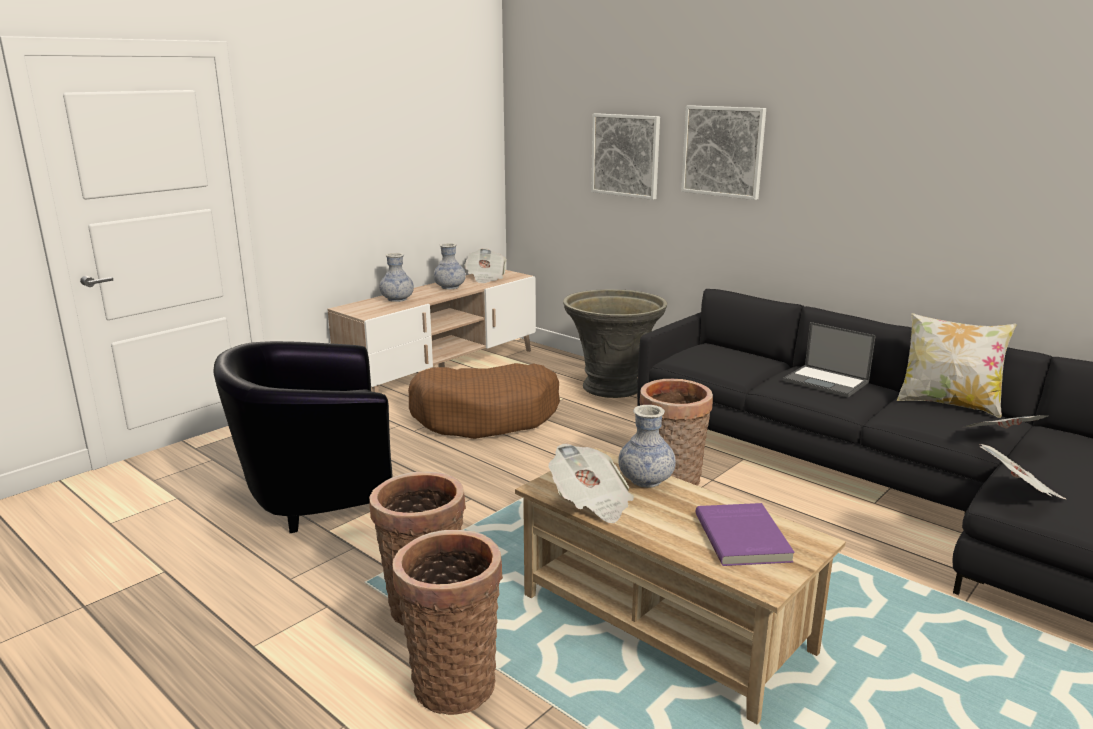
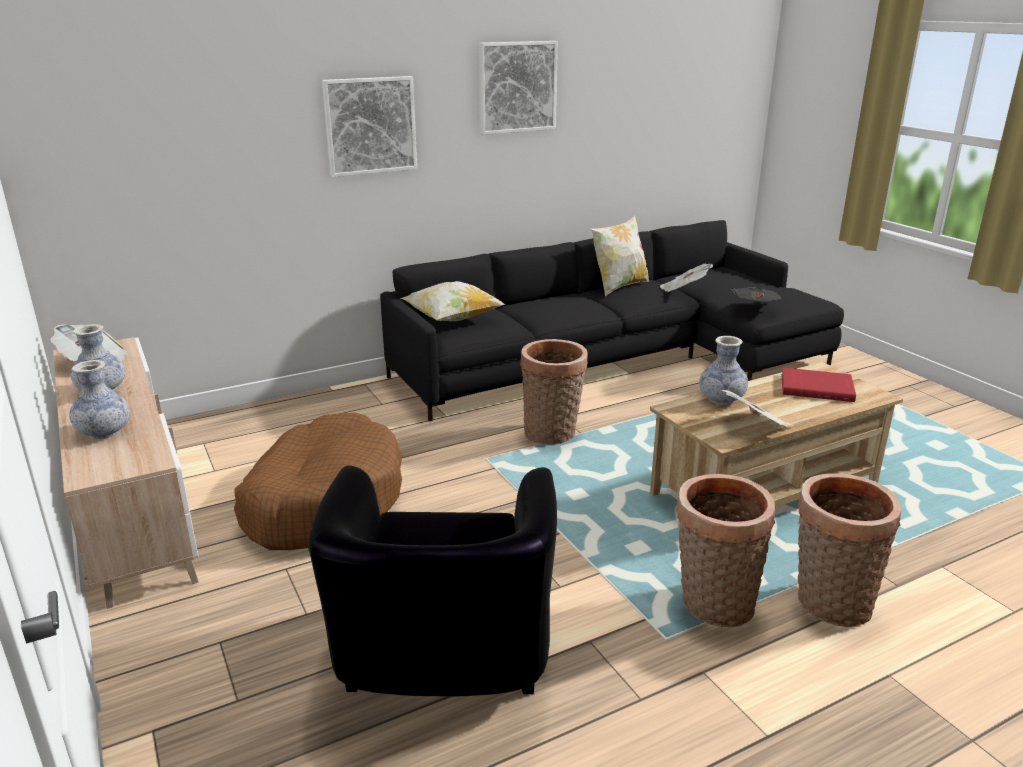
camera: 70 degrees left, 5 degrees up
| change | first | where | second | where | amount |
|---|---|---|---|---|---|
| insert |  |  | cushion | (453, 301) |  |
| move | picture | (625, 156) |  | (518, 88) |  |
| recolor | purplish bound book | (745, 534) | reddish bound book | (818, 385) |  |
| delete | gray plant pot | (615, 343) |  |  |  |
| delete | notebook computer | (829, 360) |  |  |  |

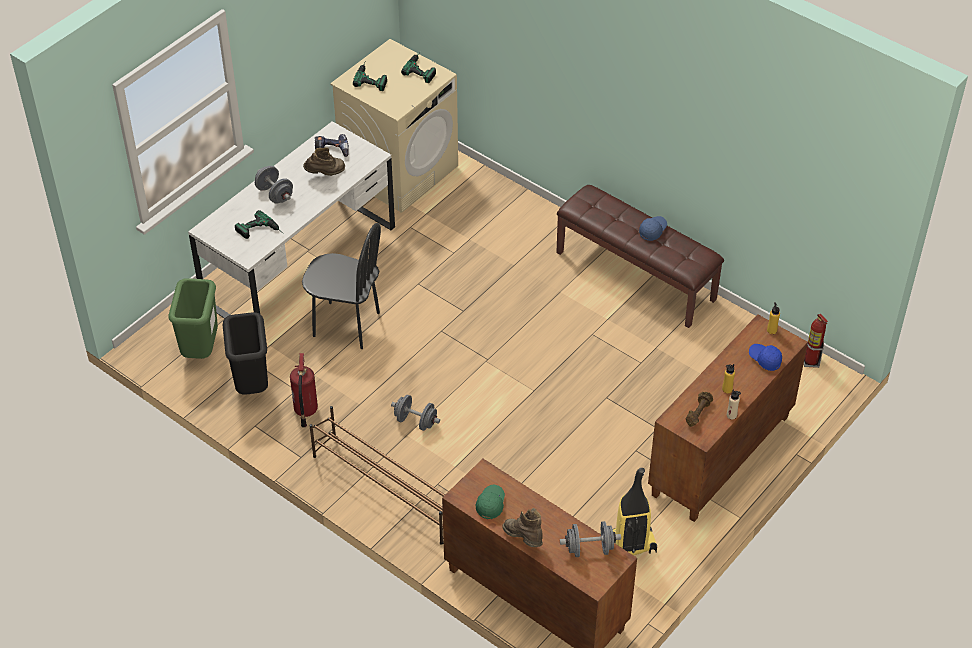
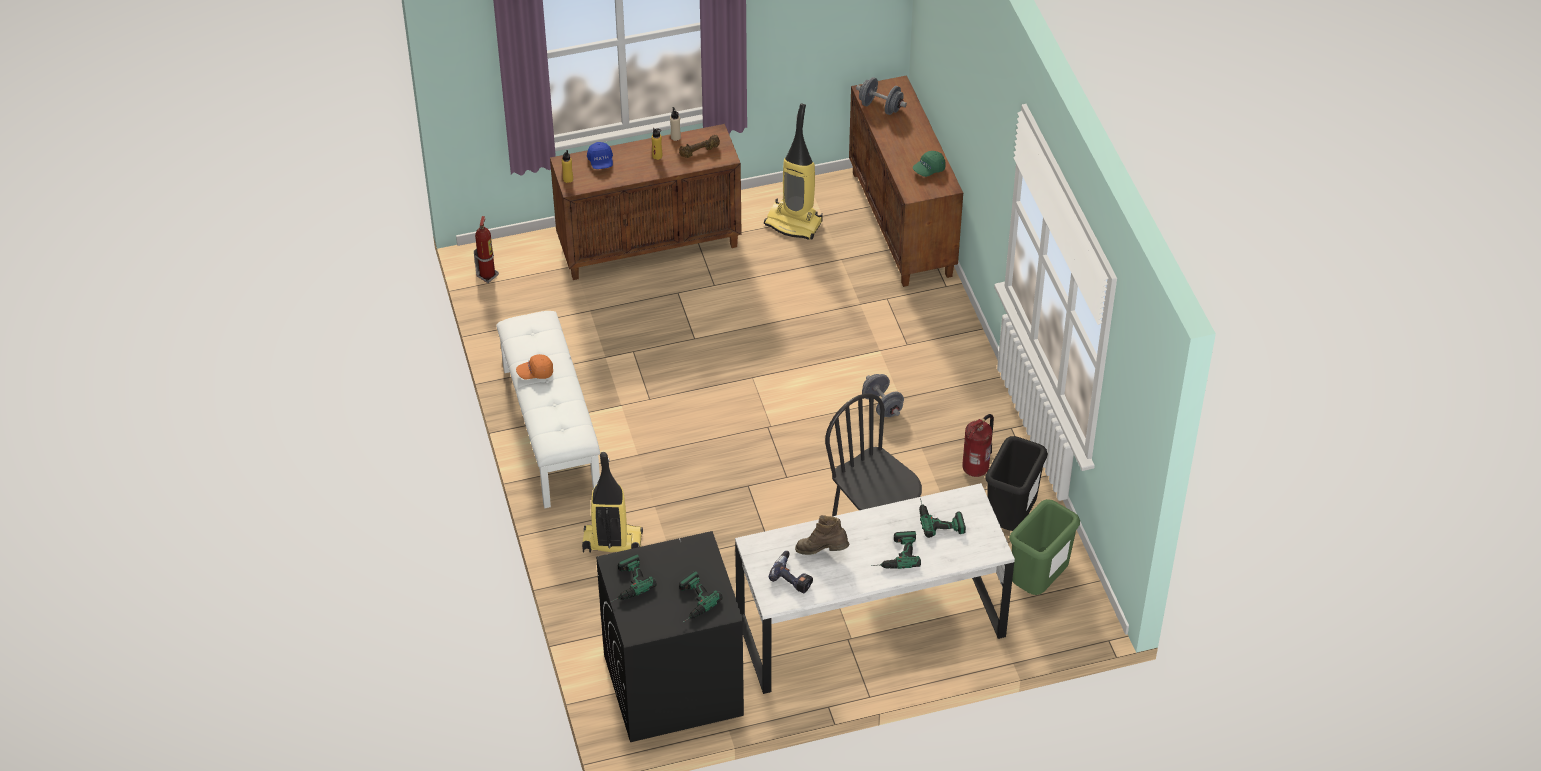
camera: 145 degrees left, 0 degrees up
| change | first | where | second | where | amount |
|---|---|---|---|---|---|
| recolor | brown-coloured long seat | (640, 256) | whitish long seat | (548, 409) |  |
| recolor | blue peaked cap | (653, 228) | orange peaked cap | (534, 366) |  |
| insert |  |  | vacuum cleaner | (612, 502) |  |
| recolor | beige laundry appliance | (394, 126) | black laundry appliance | (670, 636) |  |
| replace | gray dumbbell | (274, 184) | drill | (896, 550) |  |
| delete | brown-coloured shoe rack | (377, 475) |  |  |  |
| delete | brown-coloured tall boot | (522, 527) |  |  |  |

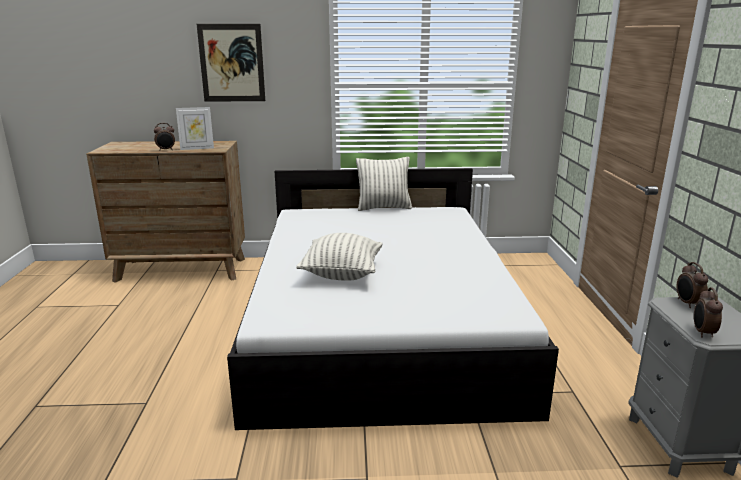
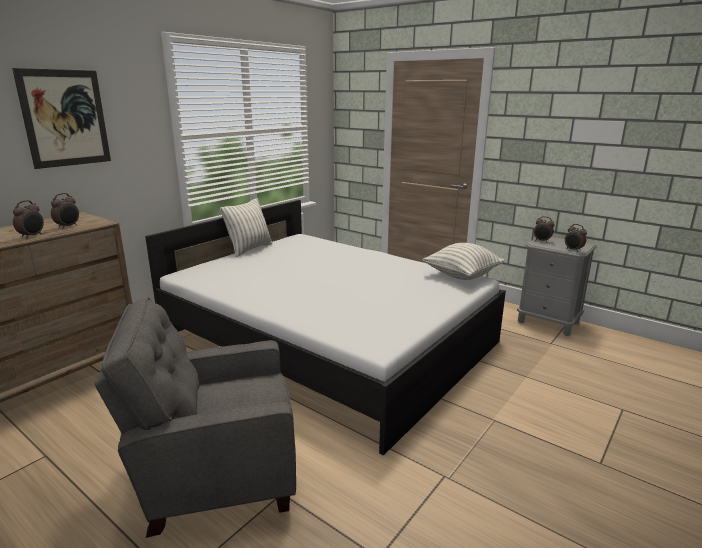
camera: 50 degrees left, 0 degrees up
| change | first | where | second | where | amount |
|---|---|---|---|---|---|
| replace | standing frame | (195, 128) | alarm clock | (65, 211) |  |
| insert |  |  | gray lounge chair | (195, 417) |  |
| move | cushion | (339, 257) |  | (463, 261) |  |

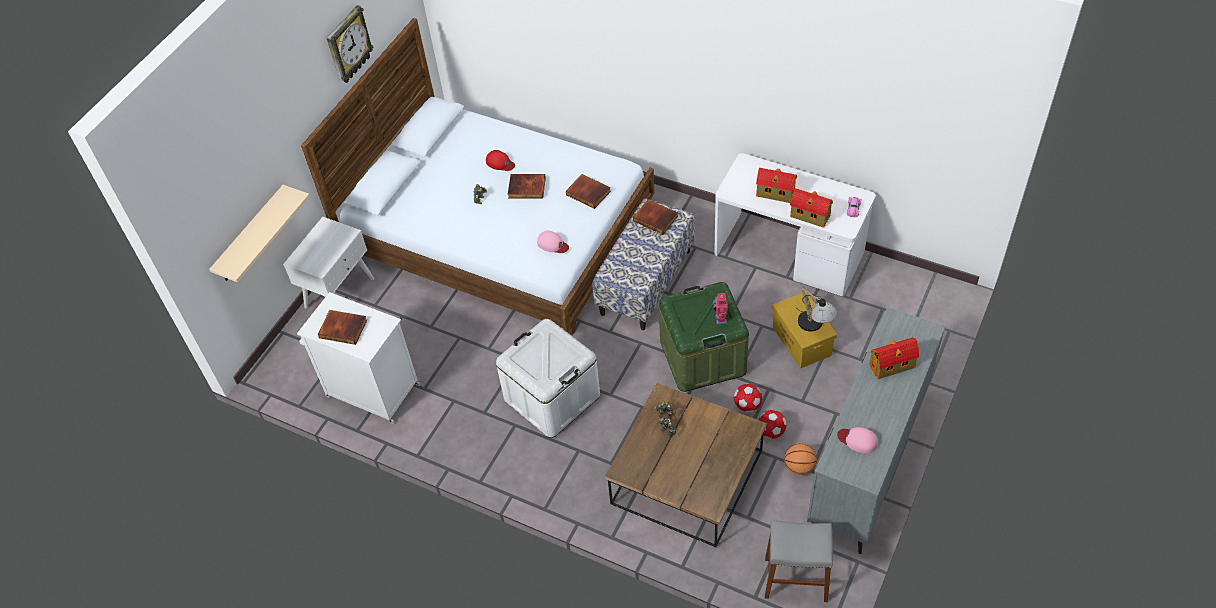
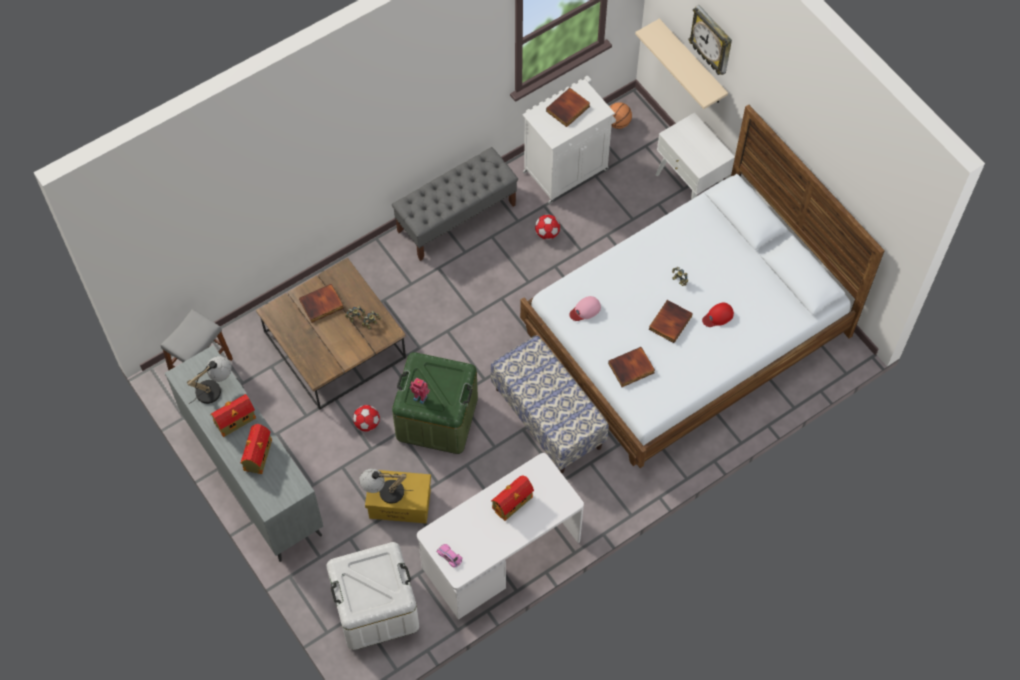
camera: 115 degrees right, 10 degrees up
| change | first | where | second | where | amount |
|---|---|---|---|---|---|
| replace | pink-coloured peaked cap | (857, 440) | table lamp | (209, 380) |  |
| move | toy house | (811, 208) |  | (233, 415) |  |
| move | bound book | (655, 217) |  | (321, 303) |  |
| move | whitish storage bin | (548, 378) |  | (372, 596) |  |
| insert |  |  | gray long seat | (455, 204) |  |
| move | football ball | (773, 424) |  | (547, 227) |  |
| move | basketball ball | (800, 459) |  | (621, 115) |  |
| move | hanging clock | (350, 44) |  | (710, 40) |  |

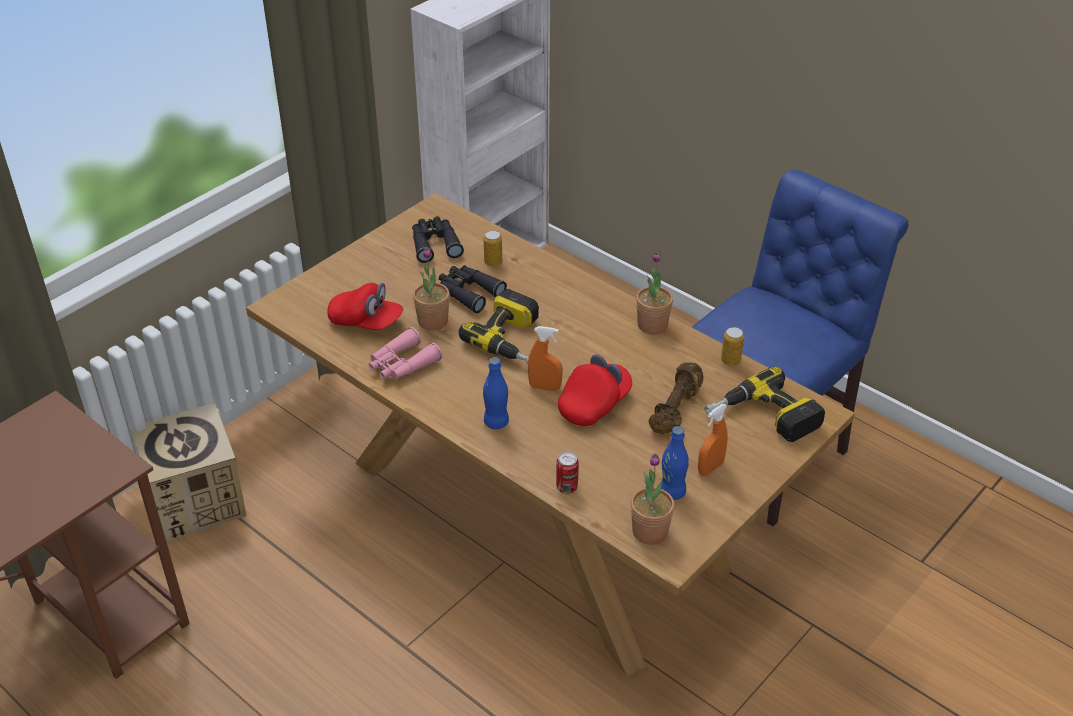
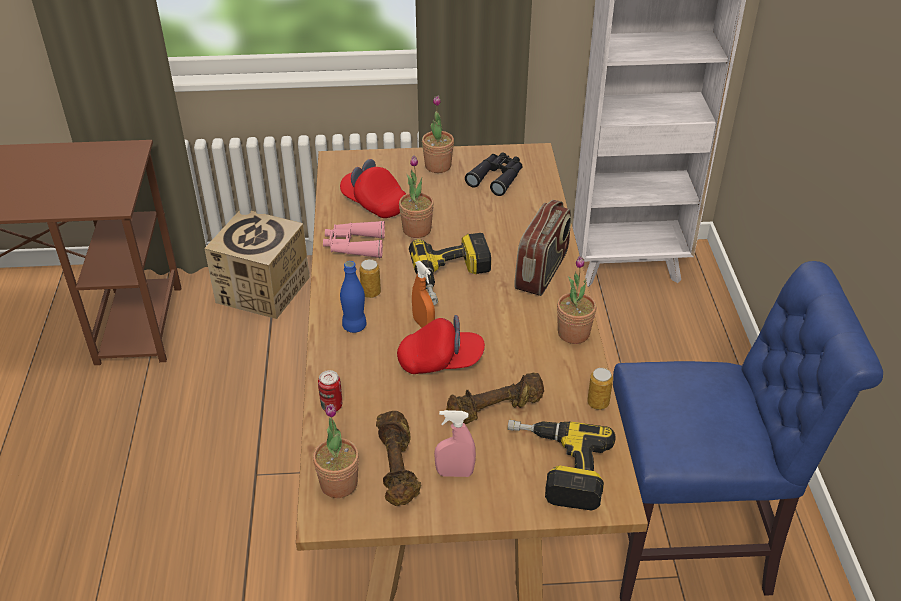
camera: 45 degrees right, 0 degrees up
| change | first | where | second | where | amount |
|---|---|---|---|---|---|
| rotate | reddish peaked cap | (365, 306) |  | (373, 188) | 150 degrees clockwise |
| move | metal can | (493, 248) |  | (370, 278) |  |
| replace | blue drink bottle | (675, 463) | brown-coloured dumbbell | (398, 458) |  |
| insert |  |  | potted plant | (438, 134) |  |
| recolor | orange sprayer | (713, 440) | pink-coloured sprayer | (455, 443) |  |
| insert |  |  | radio | (542, 248) |  |
| delete | black field glasses | (473, 289) |  |  |  |

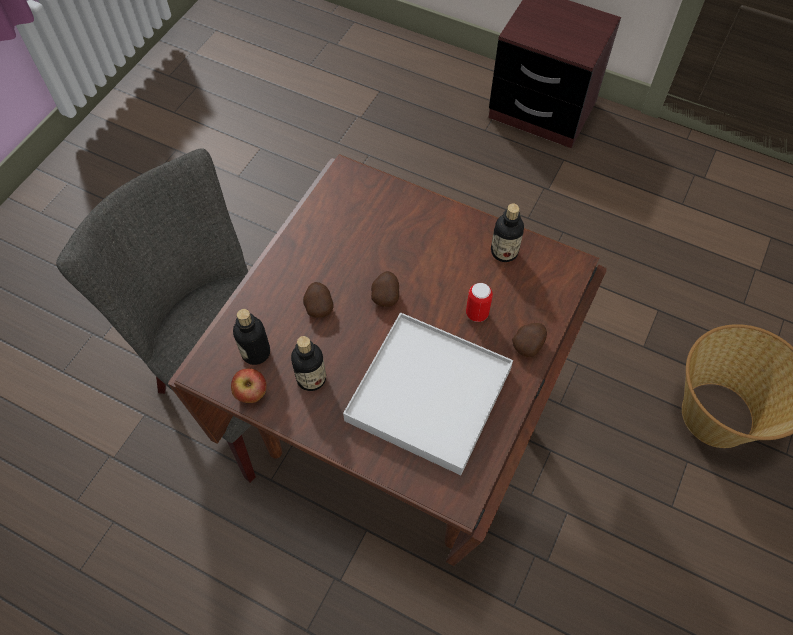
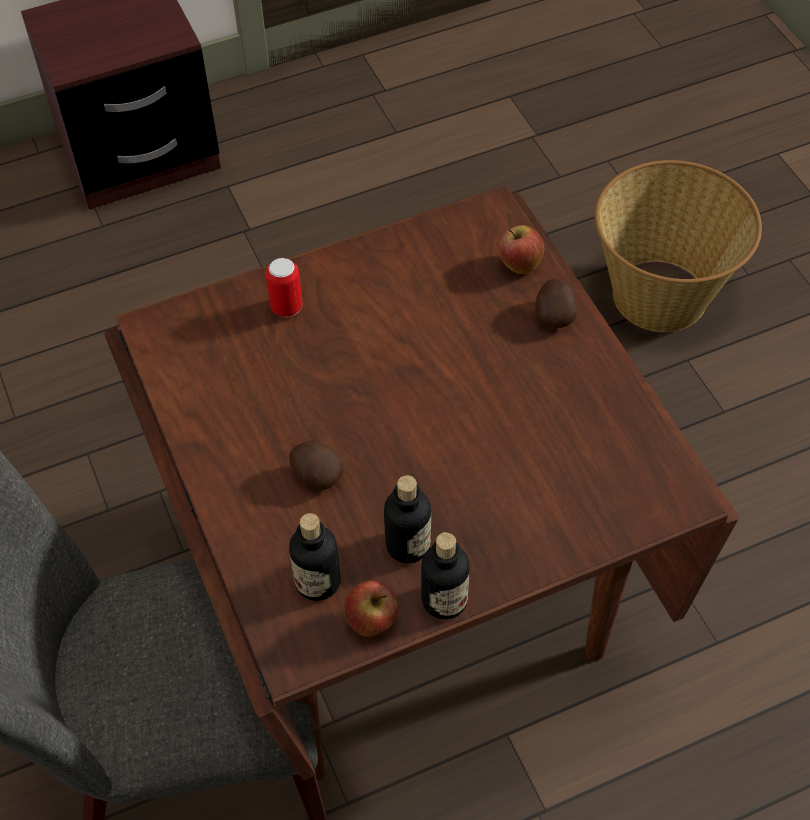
camera: 50 degrees left, 5 degrees down
| change | first | where | second | where | amount |
|---|---|---|---|---|---|
| move | metal can | (479, 302) |  | (284, 287) |  |
| move | drink bottle | (507, 232) |  | (445, 575) |  |
| insert |  |  | apple | (521, 249) |  |
| delete | whitish tray | (428, 393) |  |  |  |
| delete | spud | (385, 289) |  |  |  |

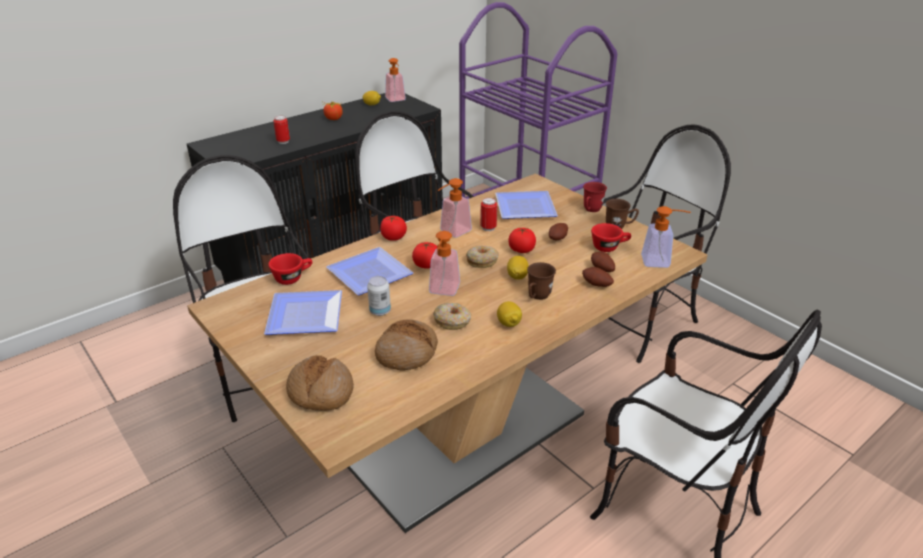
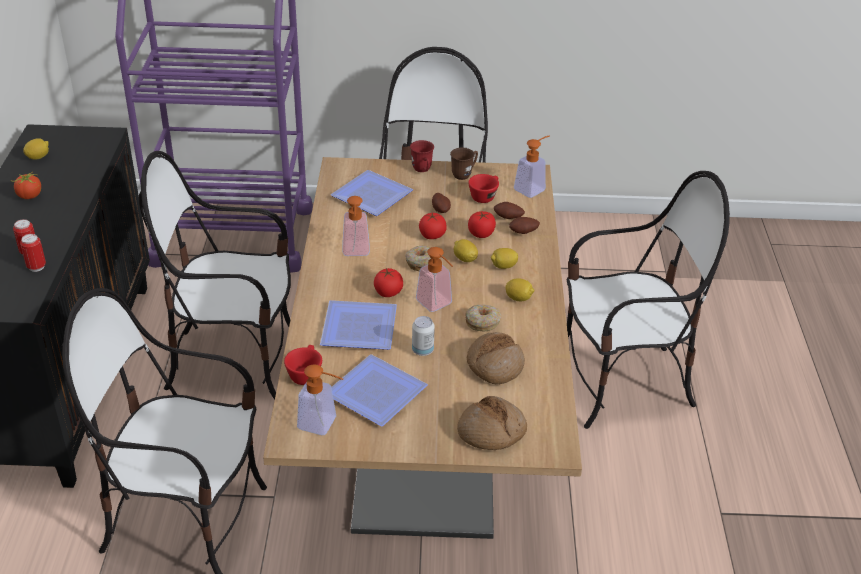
camera: 50 degrees left, 5 degrees up
| change | first | where | second | where | amount |
|---|---|---|---|---|---|
| move | metal can | (488, 214) |  | (33, 253) |  |
| move | soap bottle | (395, 80) |  | (320, 399) |  |
| move | fresh tomato | (393, 228) |  | (482, 224) |  |
| replace | brown-coloured mug | (541, 281) | whole lemon | (504, 258) |  |

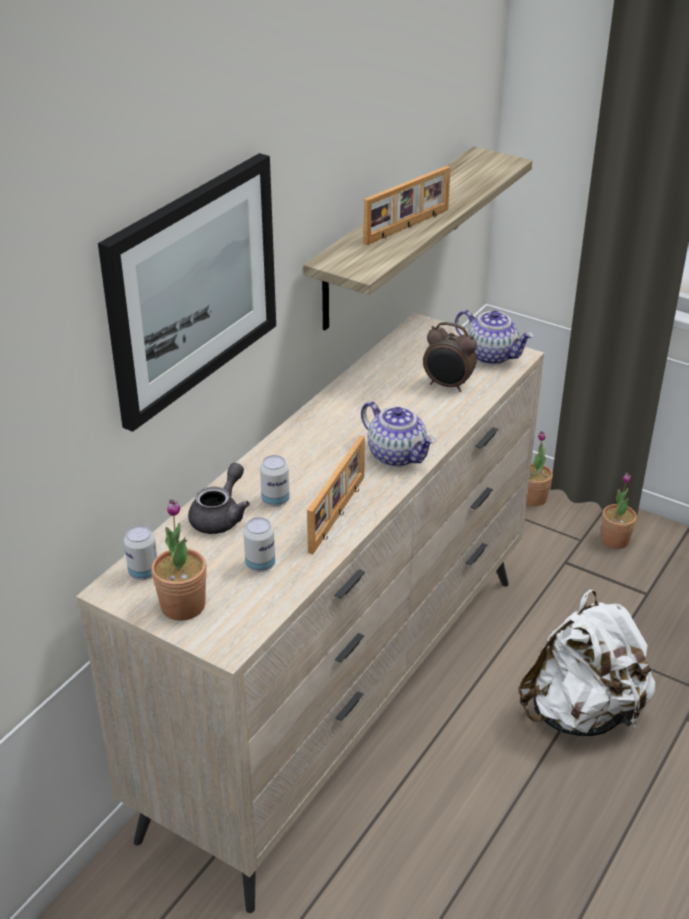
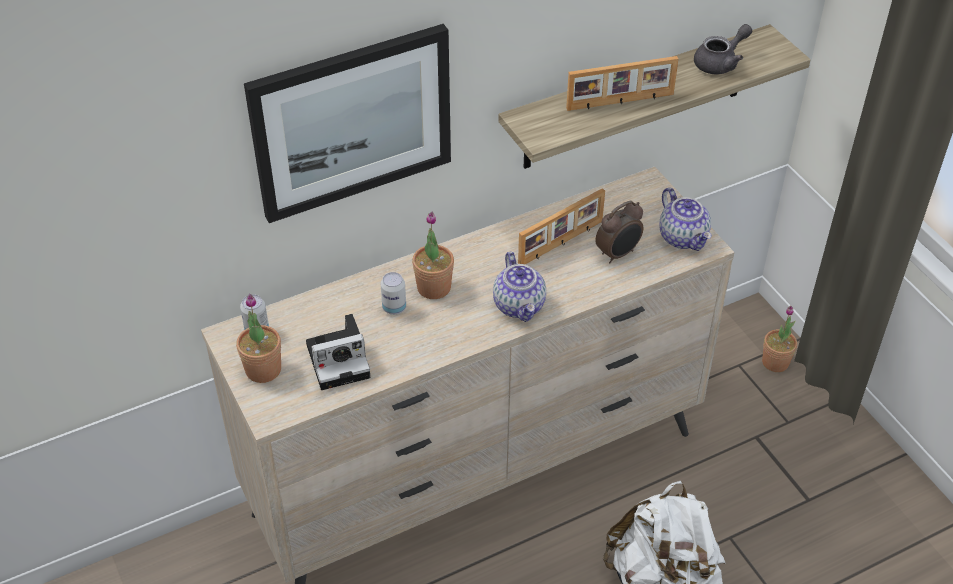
camera: 30 degrees right, 10 degrees up
| change | first | where | second | where | amount |
|---|---|---|---|---|---|
| replace | metal can | (259, 544) | photo camera | (338, 352) |  |
| move | potted plant | (619, 511) |  | (433, 255) |  |
| move | standing frame | (336, 494) |  | (561, 226) |  |
| rotate | alarm clock | (450, 357) |  | (619, 232) | 90 degrees counterclockwise |
| move | gray pot for tea | (219, 498) |  | (723, 49) |  |

